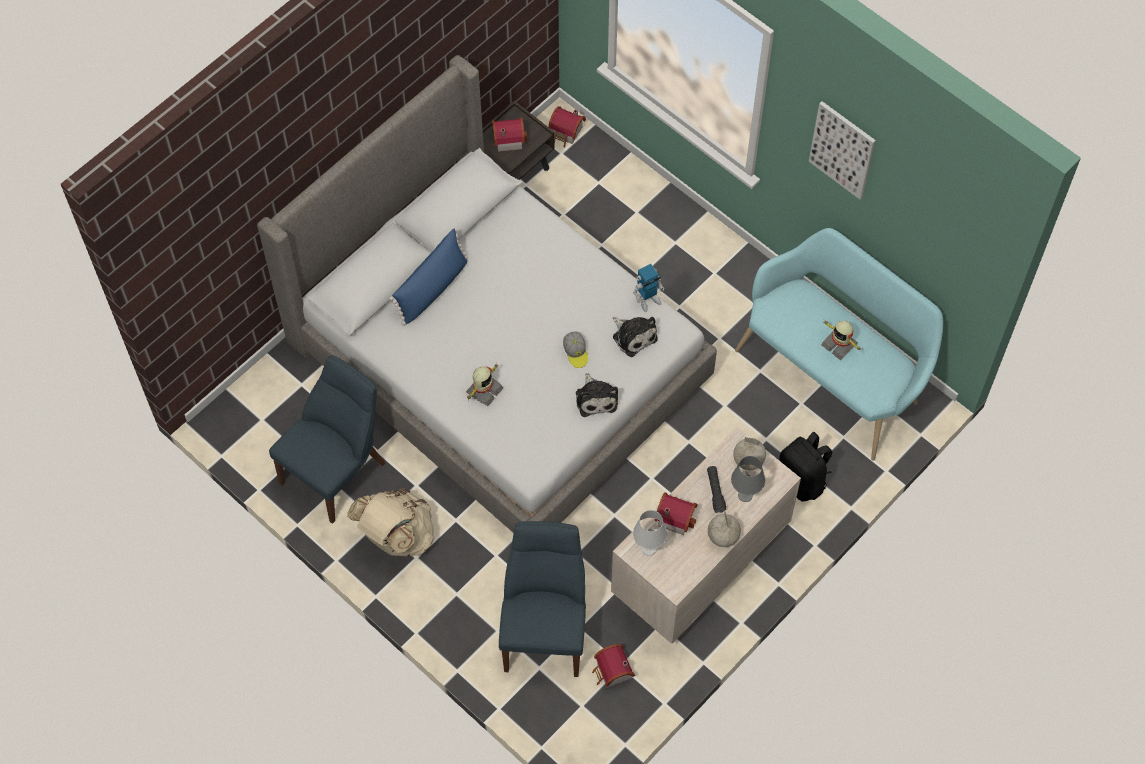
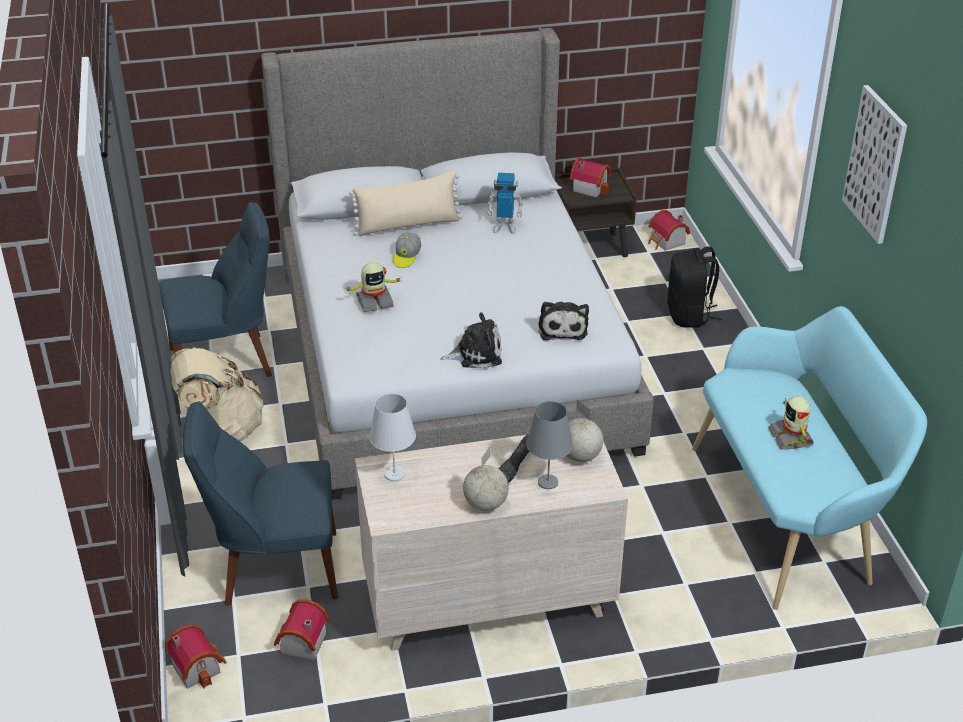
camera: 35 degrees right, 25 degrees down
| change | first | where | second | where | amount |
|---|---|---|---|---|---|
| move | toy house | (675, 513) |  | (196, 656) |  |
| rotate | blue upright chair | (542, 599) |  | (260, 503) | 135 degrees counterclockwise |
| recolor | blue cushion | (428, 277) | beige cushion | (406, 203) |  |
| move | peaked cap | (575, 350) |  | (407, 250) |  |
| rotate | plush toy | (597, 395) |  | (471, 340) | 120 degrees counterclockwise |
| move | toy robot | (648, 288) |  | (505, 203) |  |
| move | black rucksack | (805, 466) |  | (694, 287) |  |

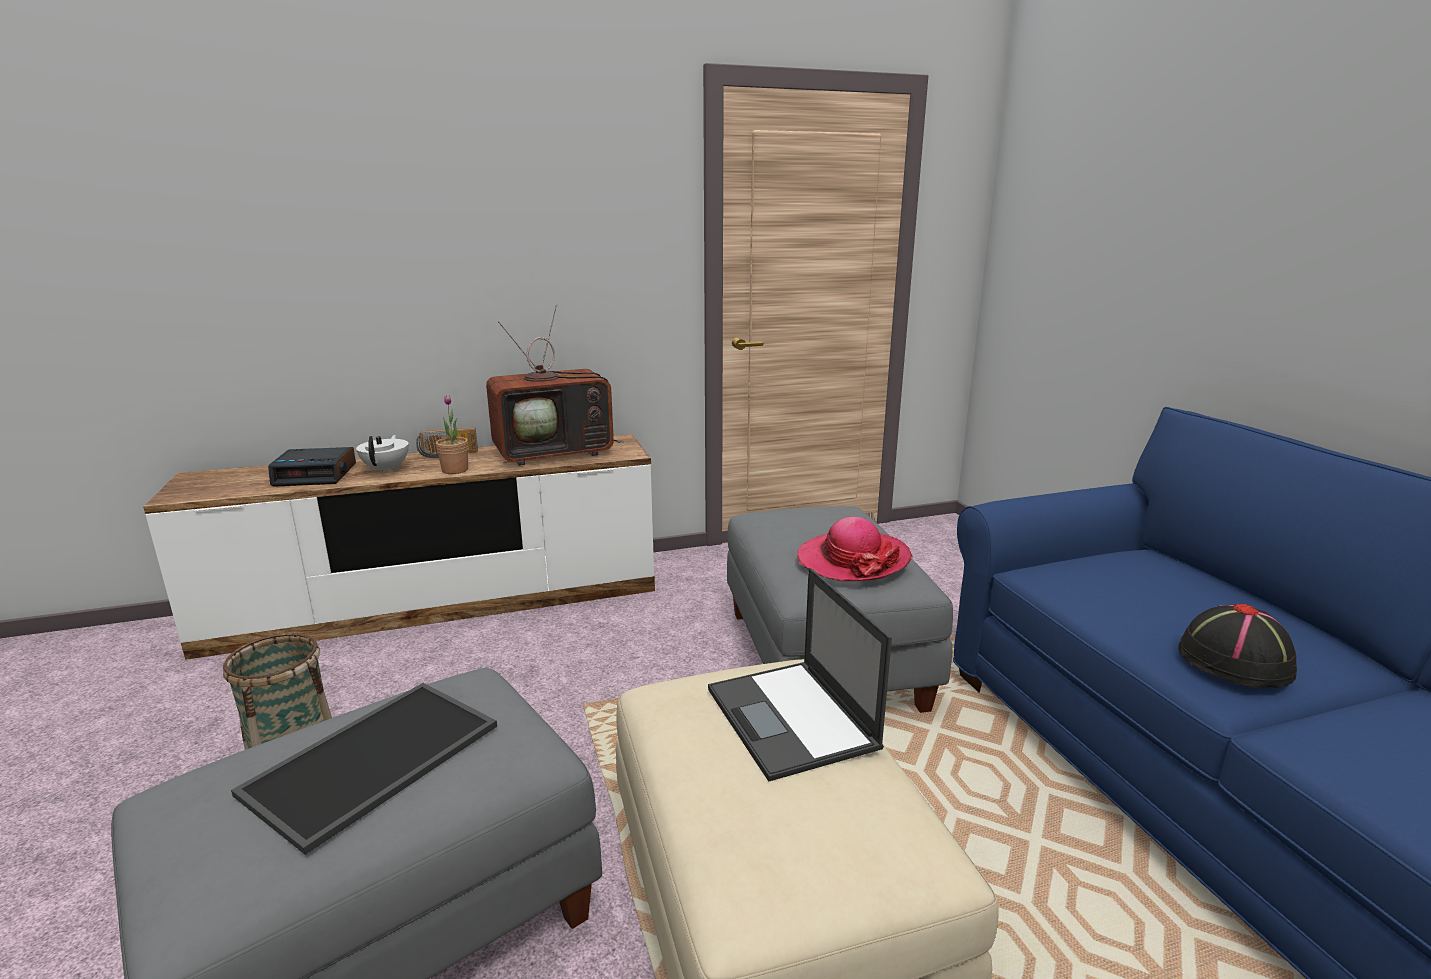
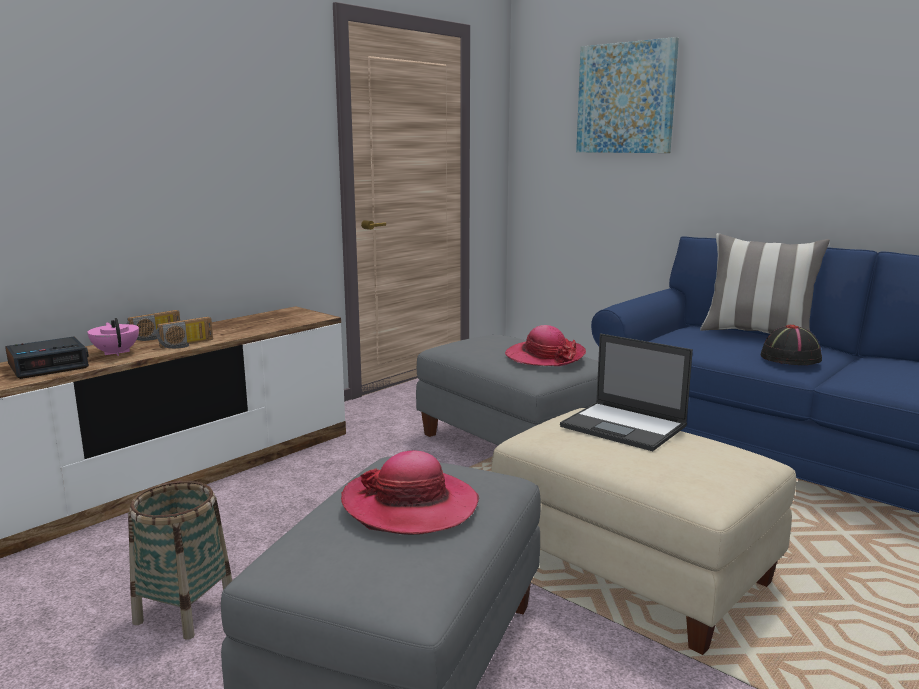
camera: 30 degrees left, 5 degrees down
| change | first | where | second | where | amount |
|---|---|---|---|---|---|
| recolor | whitish pot for tea | (382, 454) | pink-coloured pot for tea | (113, 337) |  |
| replace | potted plant | (452, 434) | radio | (184, 333) |  |
| replace | tray | (364, 769) | clothing hat | (410, 492) |  |
| insert |  |  | picture | (627, 95) |  |
| insert |  |  | cushion | (765, 283) |  |
| delete | television | (555, 385) |  |  |  |

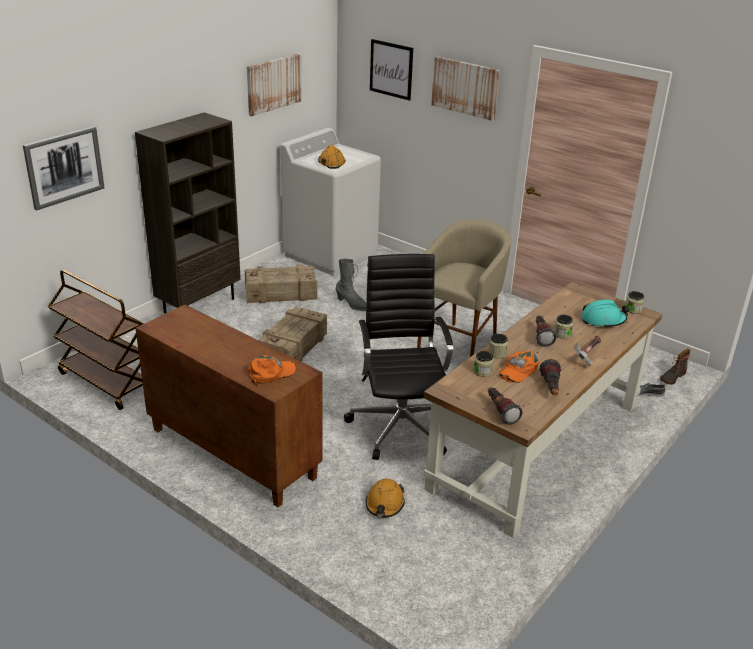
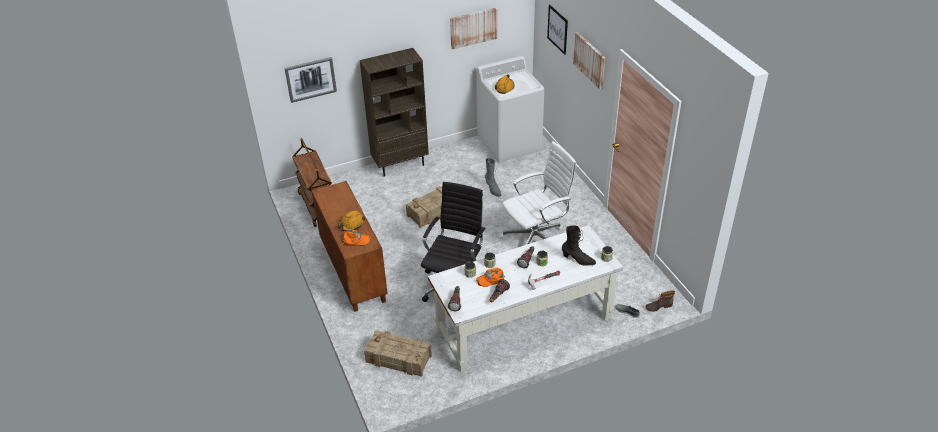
camera: 30 degrees right, 10 degrees up
| change | first | where | second | where | amount |
|---|---|---|---|---|---|
| move | orange safety helmet | (385, 498) |  | (351, 220) |  |
| move | shipping crate | (281, 283) |  | (398, 353) |  |
| recolor | brown-coloured desk unit | (543, 410) | whitish desk unit | (525, 298) |  |
| replace | beige sitting stool | (464, 288) | whitish desk chair | (537, 193) |  |
| replace | turquoise safety helmet | (605, 314) | black tall boot | (579, 246) |  |

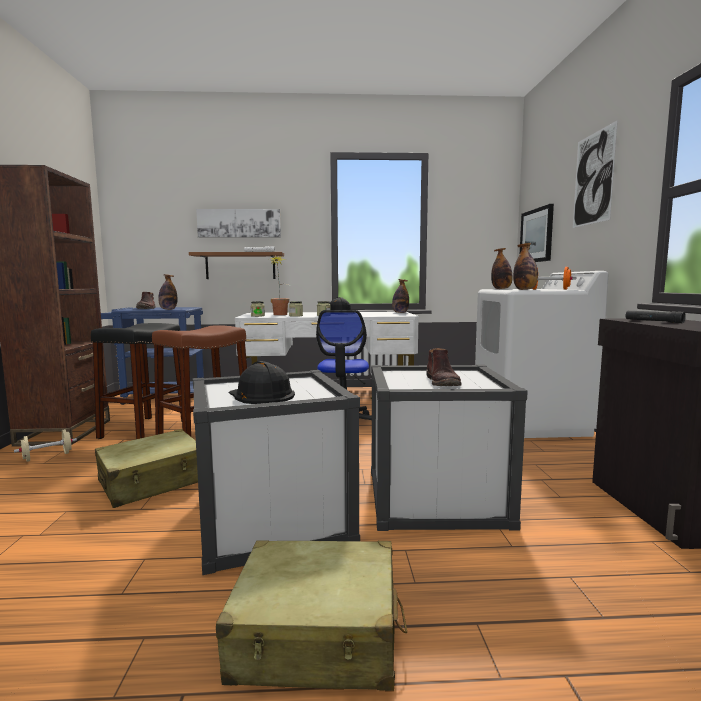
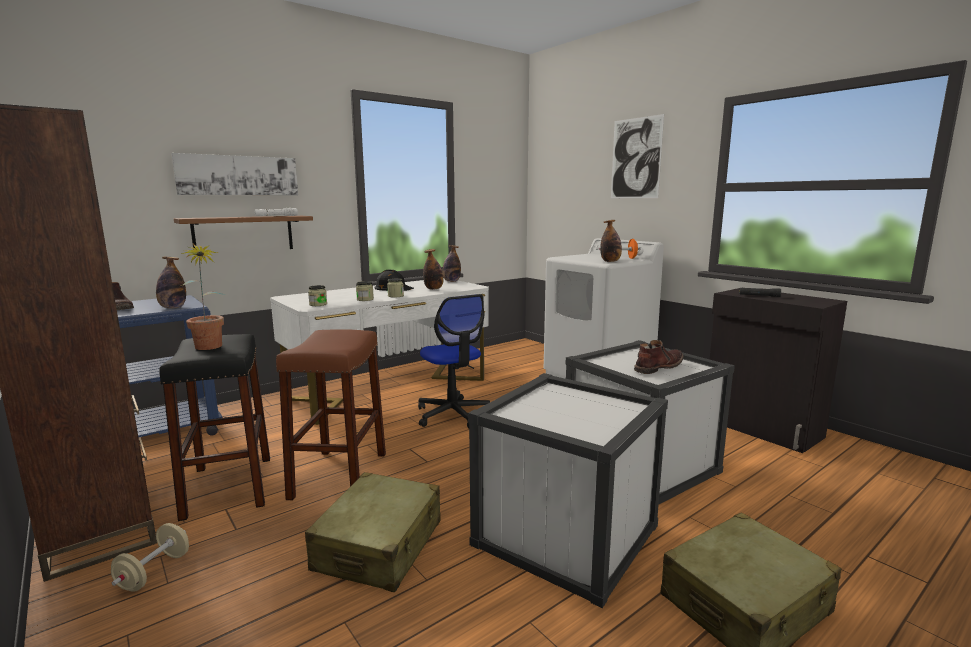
camera: 35 degrees left, 5 degrees up
| change | first | where | second | where | amount |
|---|---|---|---|---|---|
| move | potted plant | (278, 285) |  | (203, 296) |  |
| move | drink bottle | (502, 268) |  | (433, 269) |  |
| rotate | brown-coloured tall boot | (443, 367) |  | (659, 357) | 90 degrees counterclockwise |
| delete | black safety helmet | (261, 382) |  |  |  |
| delete | picture | (537, 233) |  |  |  |

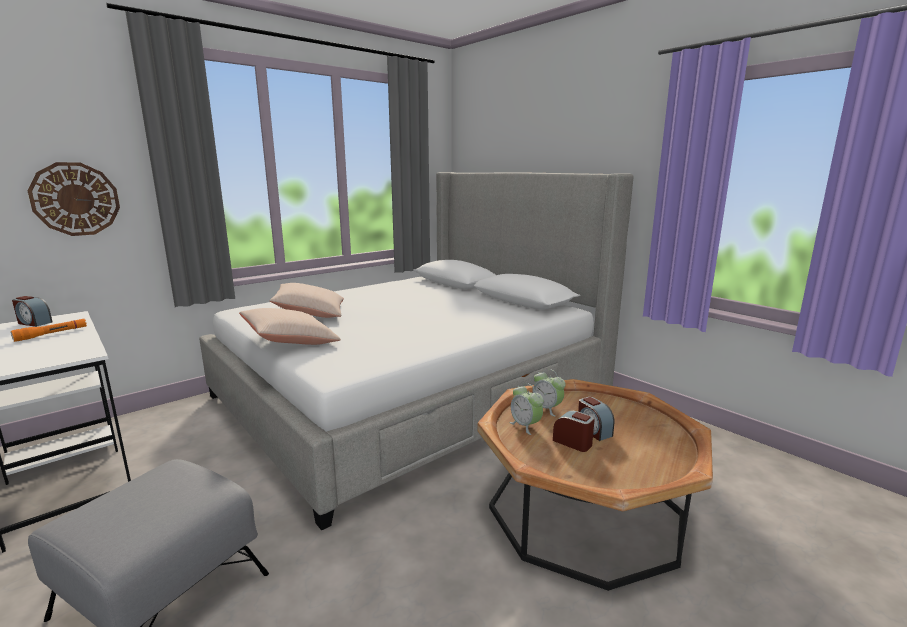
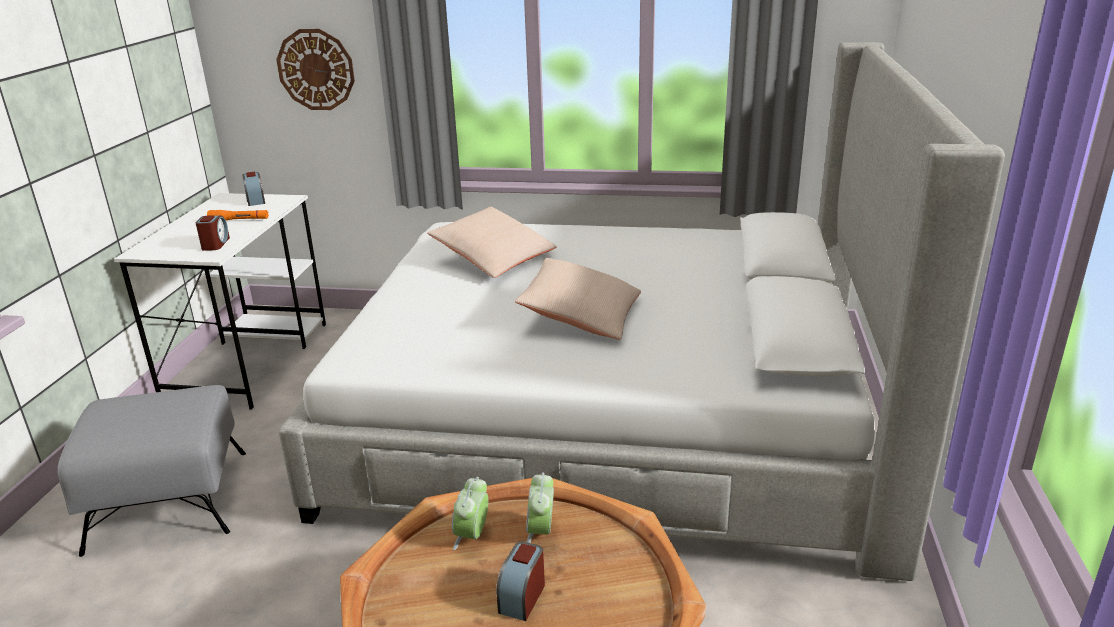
camera: 50 degrees right, 10 degrees up
| change | first | where | second | where | amount |
|---|---|---|---|---|---|
| move | alarm clock | (574, 431) |  | (213, 233) |  |
| move | beige cushion | (290, 326) |  | (578, 299) |  |

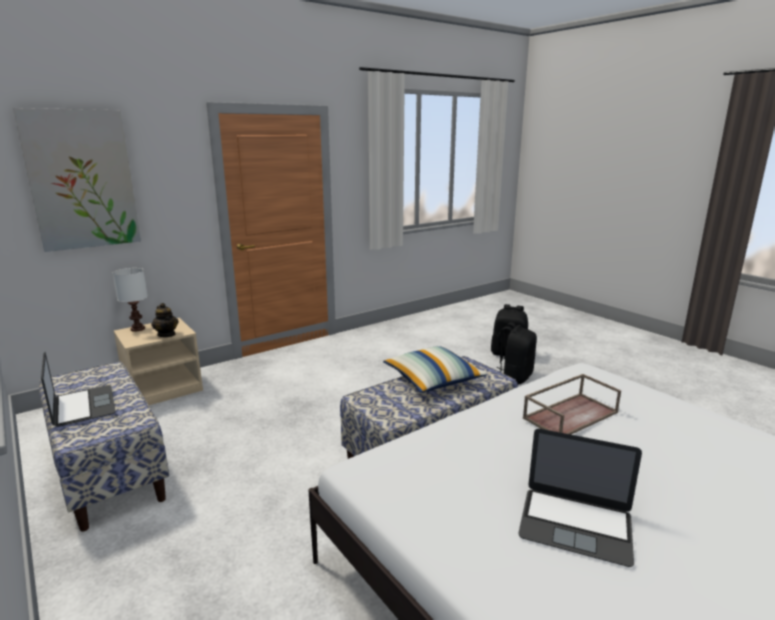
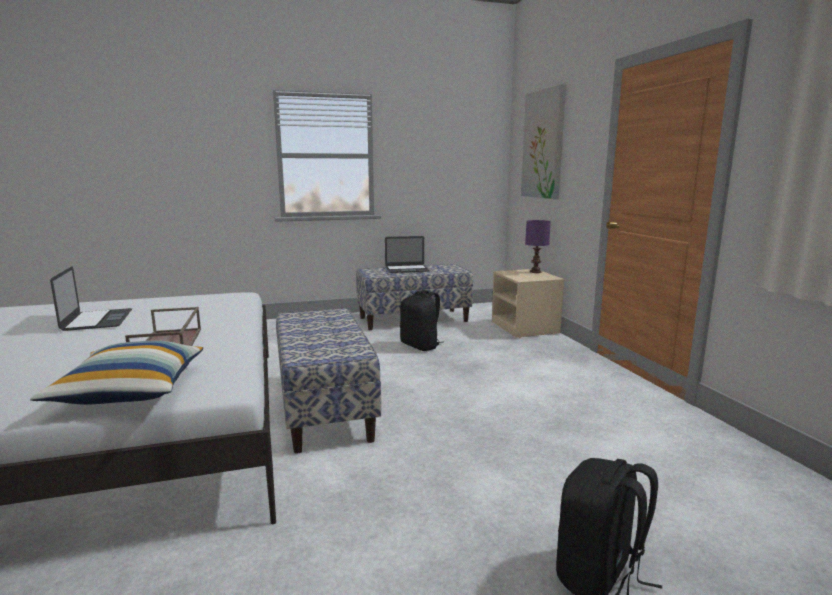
camera: 110 degrees right, 5 degrees down
| change | first | where | second | where | amount |
|---|---|---|---|---|---|
| move | cushion | (435, 369) |  | (116, 373) |  |
| rotate | notebook computer | (580, 498) |  | (91, 298) | 120 degrees clockwise |
| move | black rucksack | (517, 353) |  | (421, 320) |  |
| recolor | whitish table lamp | (130, 300) | purplish table lamp | (538, 246) |  |
| delete | pot for tea | (165, 320) |  |  |  |

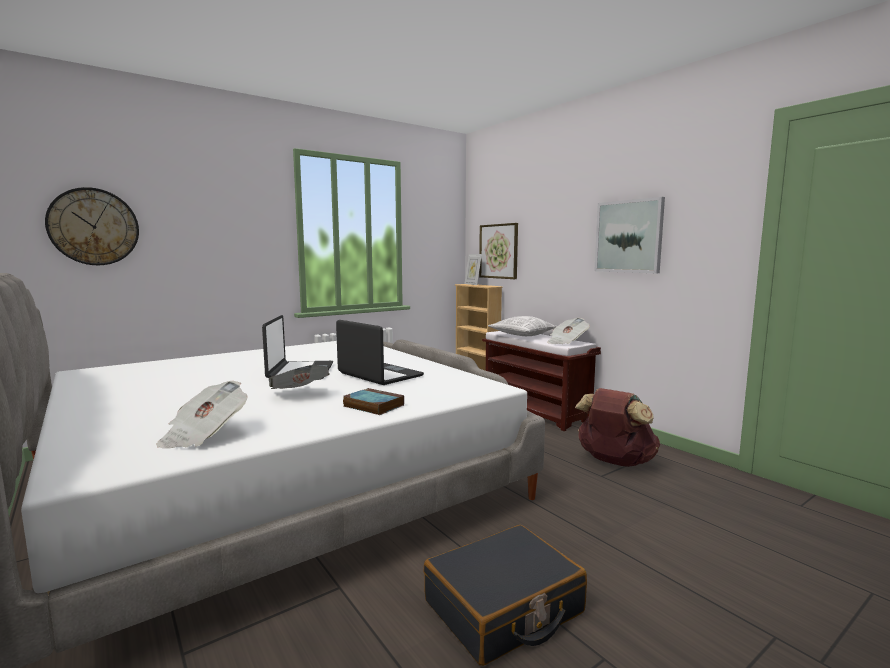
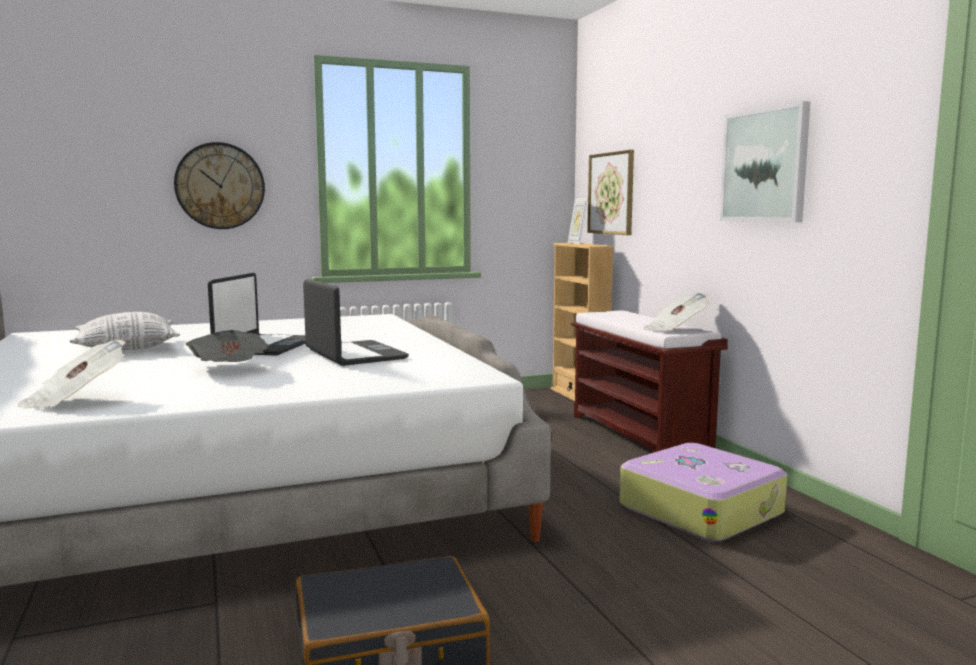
camera: 15 degrees right, 0 degrees up
| change | first | where | second | where | amount |
|---|---|---|---|---|---|
| move | cushion | (522, 326) |  | (125, 331) |  |
| move | hanging clock | (92, 226) |  | (219, 185) |  |
| replace | brown-coloured rucksack | (617, 427) | piece of luggage | (703, 492) |  |
| delete | bound book | (373, 401) |  |  |  |

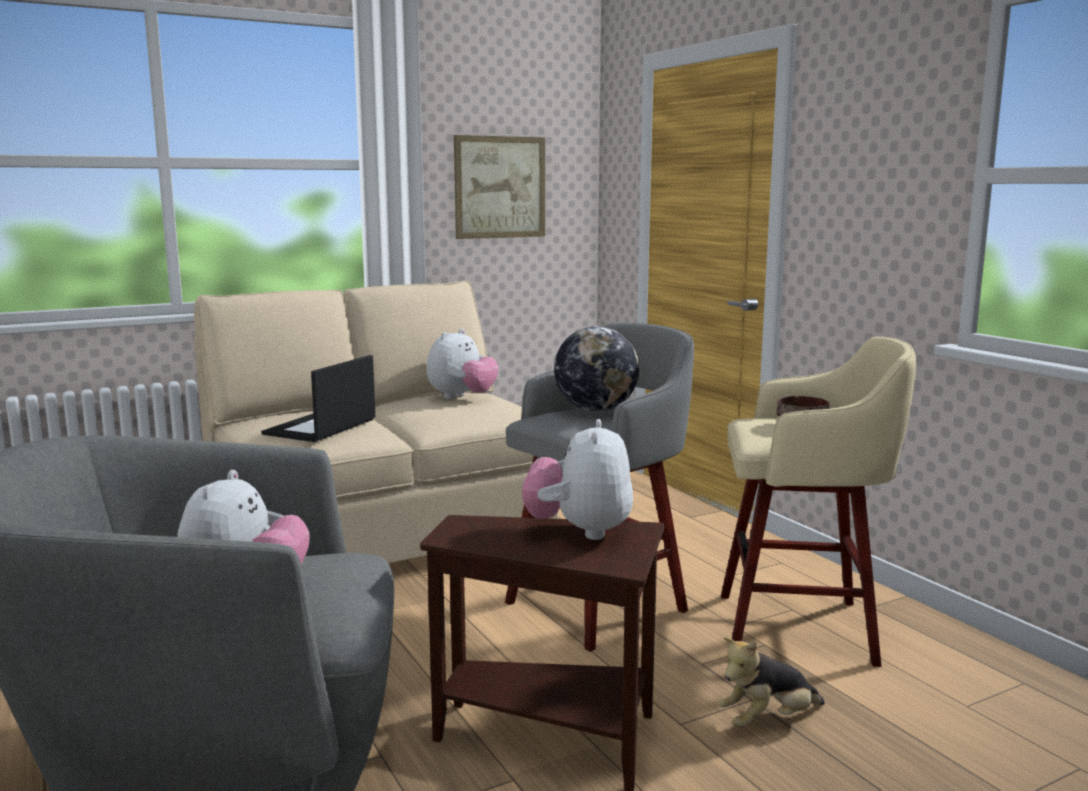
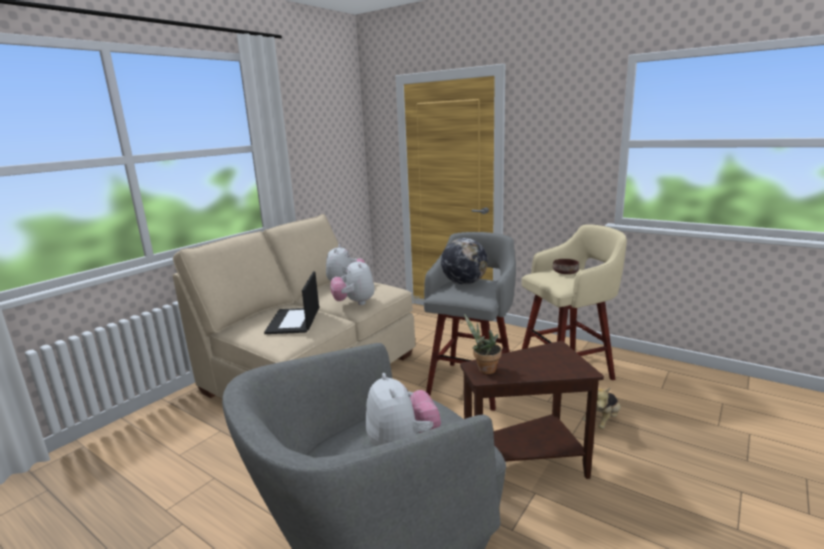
camera: 25 degrees left, 5 degrees up
| change | first | where | second | where | amount |
|---|---|---|---|---|---|
| move | plush toy | (577, 479) |  | (352, 281) |  |
| insert |  |  | potted plant | (483, 344) |  |
| delete | picture | (499, 187) |  |  |  |

